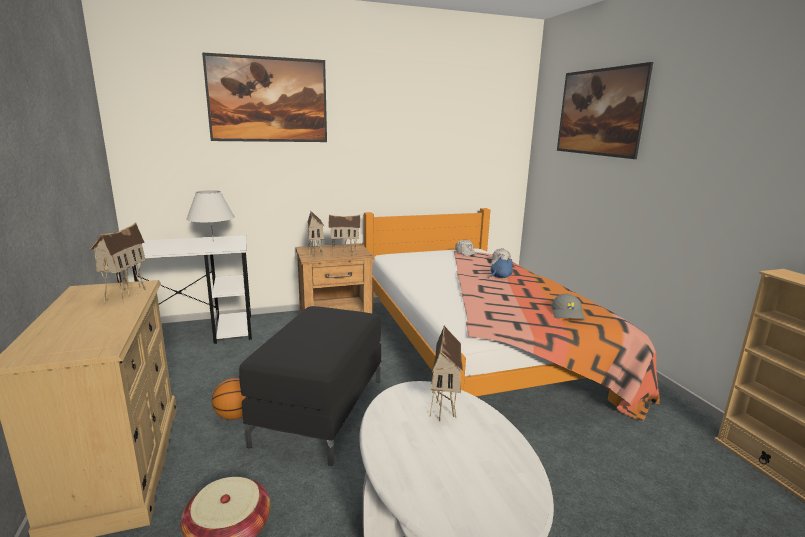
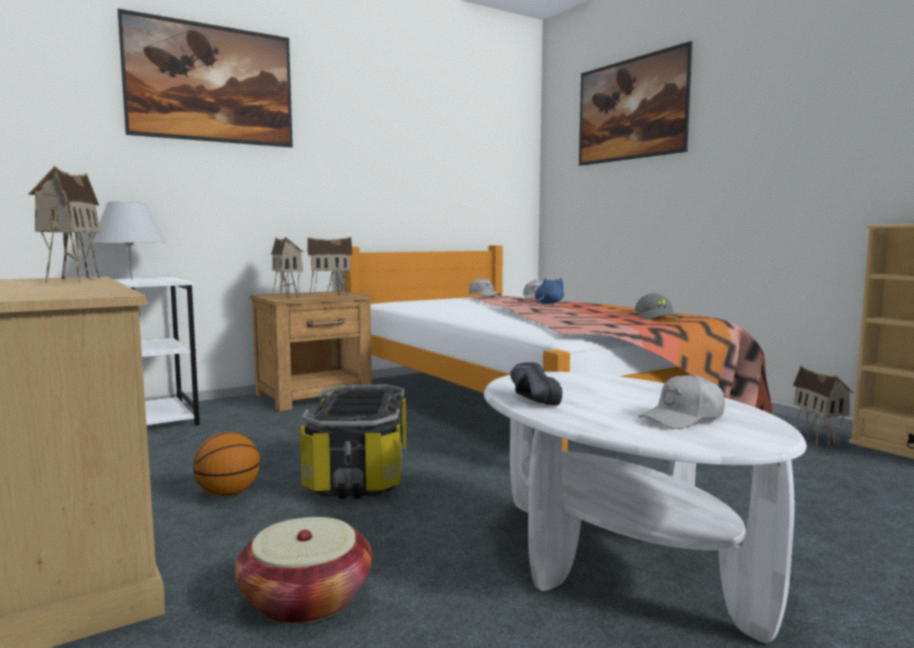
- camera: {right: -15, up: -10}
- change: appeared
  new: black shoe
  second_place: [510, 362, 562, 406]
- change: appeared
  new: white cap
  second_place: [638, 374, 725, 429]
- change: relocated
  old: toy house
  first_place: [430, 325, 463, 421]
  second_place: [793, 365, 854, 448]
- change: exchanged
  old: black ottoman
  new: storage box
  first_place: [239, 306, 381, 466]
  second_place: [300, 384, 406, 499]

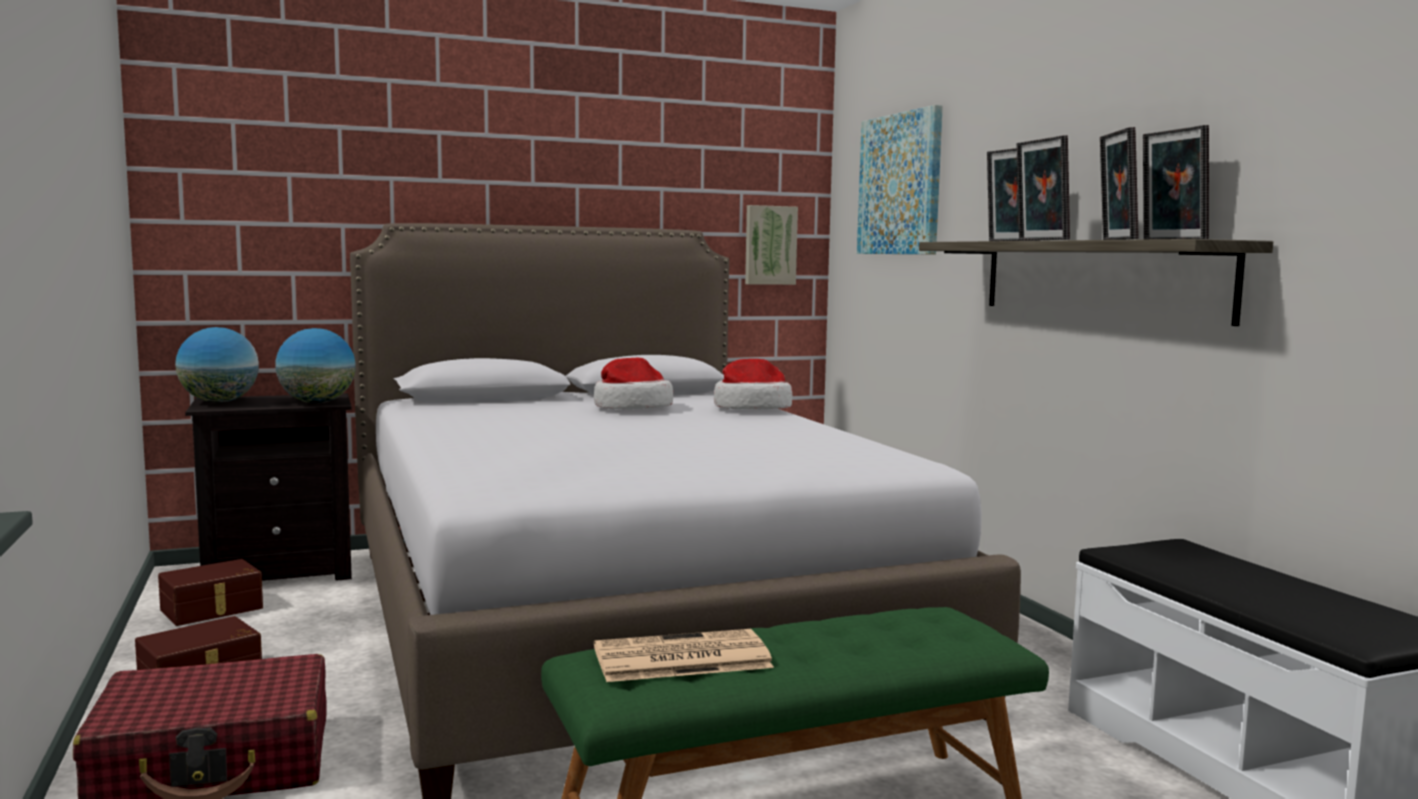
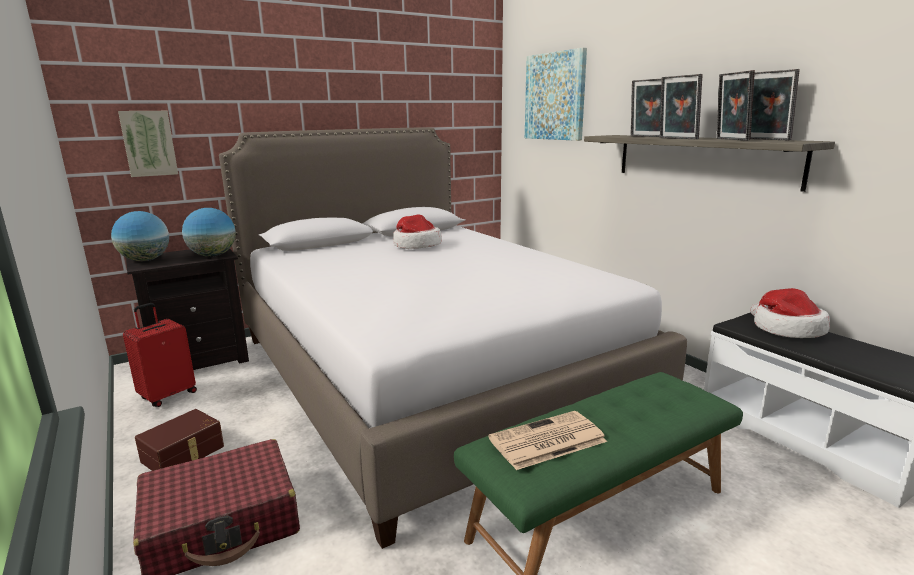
- camera: {right: -10, up: 10}
- change: relocated
  old: hat
  first_place: [714, 359, 792, 410]
  second_place: [750, 288, 830, 338]
- change: relocated
  old: picture
  first_place: [745, 205, 798, 285]
  second_place: [118, 111, 178, 177]
- change: exchanged
  old: brown storage box
  new: red suitcase
  first_place: [158, 559, 263, 626]
  second_place: [123, 303, 197, 407]

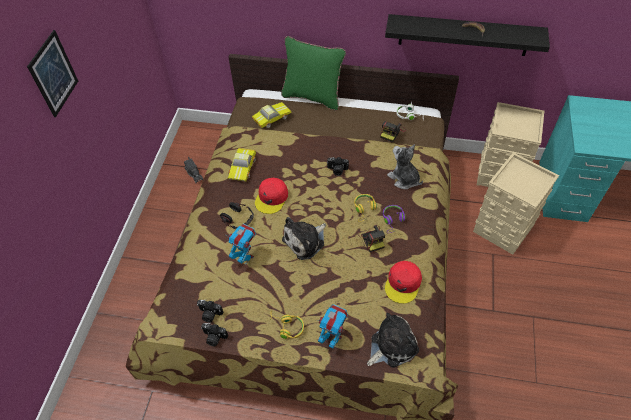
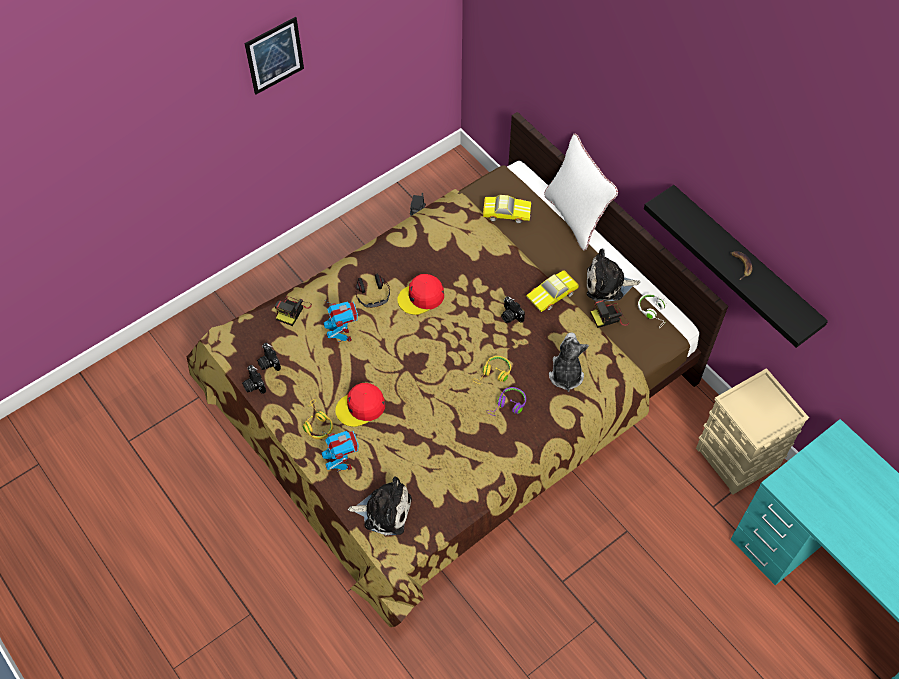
- camera: {right: 40, up: 5}
- change: missing
  old: beige storage box
  first_place: [473, 152, 559, 255]
- change: relocated
  old: toy car
  first_place: [228, 148, 256, 181]
  second_place: [526, 270, 579, 312]
- change: relocated
  old: plush toy
  first_place: [282, 217, 326, 260]
  second_place: [587, 248, 640, 301]
- change: relocated
  old: photo camera
  first_place: [358, 225, 385, 252]
  second_place: [275, 296, 312, 326]
- change: relocated
  old: red cap
  first_place: [385, 261, 422, 304]
  second_place: [335, 383, 385, 427]
- change: colour
  old: green pillow
  new: white pillow
  first_place: [281, 36, 346, 110]
  second_place: [544, 133, 618, 251]

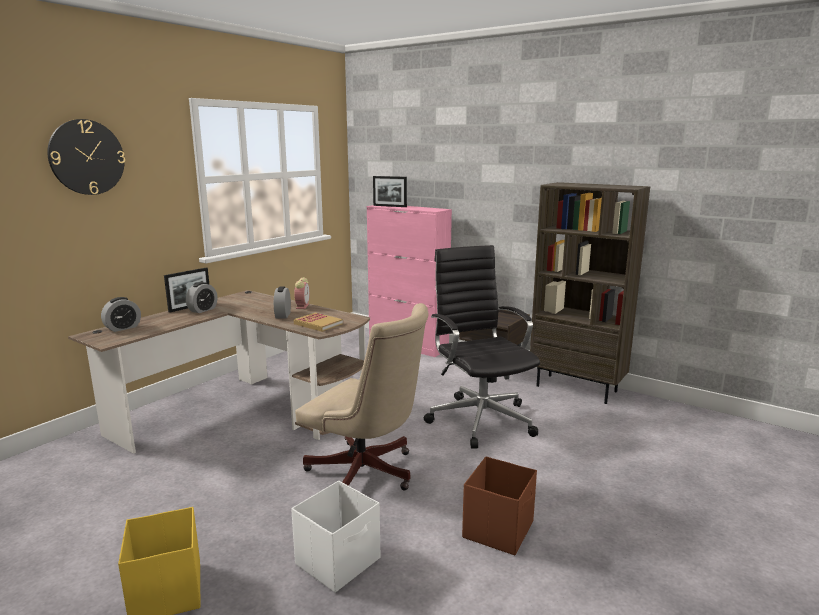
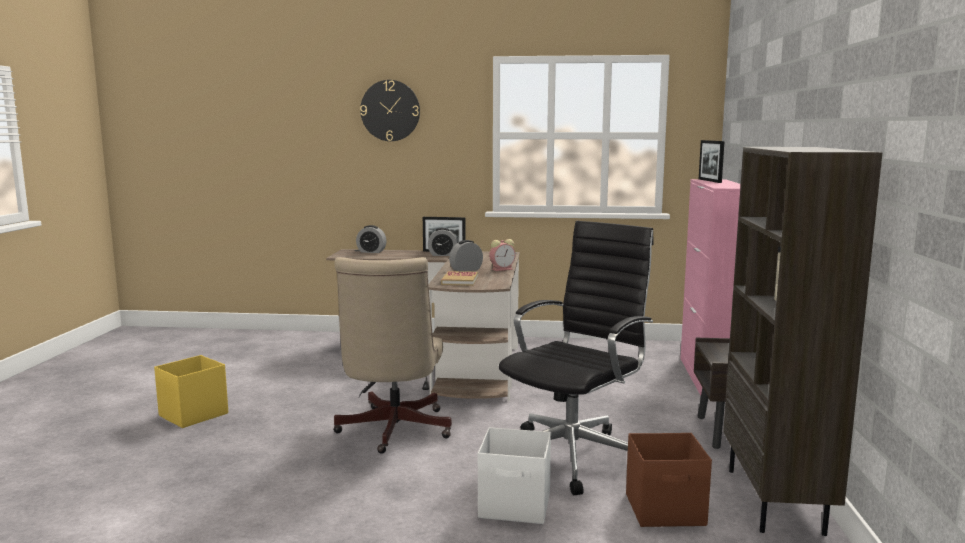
- camera: {right: 60, up: -5}
- change: relocated
  old: white storage box
  first_place: [291, 481, 380, 593]
  second_place: [478, 427, 551, 524]
- change: relocated
  old: brown storage box
  first_place: [462, 456, 537, 555]
  second_place: [626, 433, 712, 527]

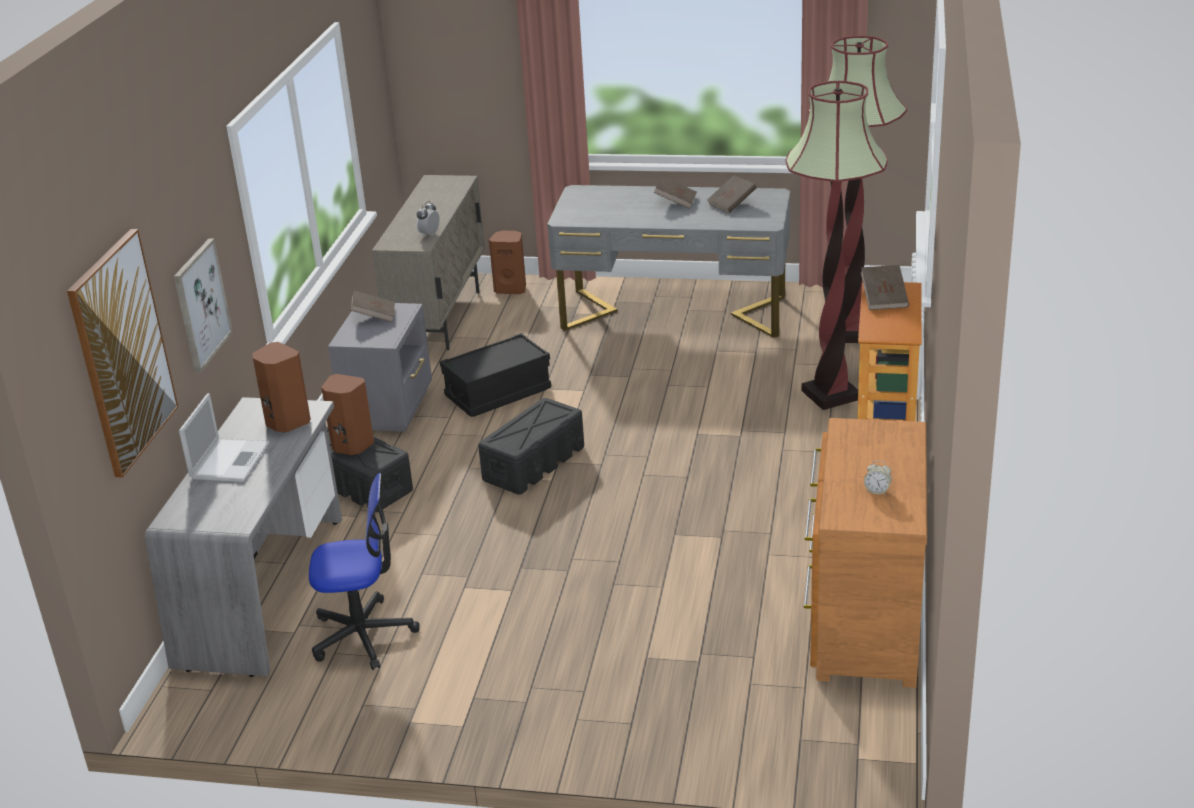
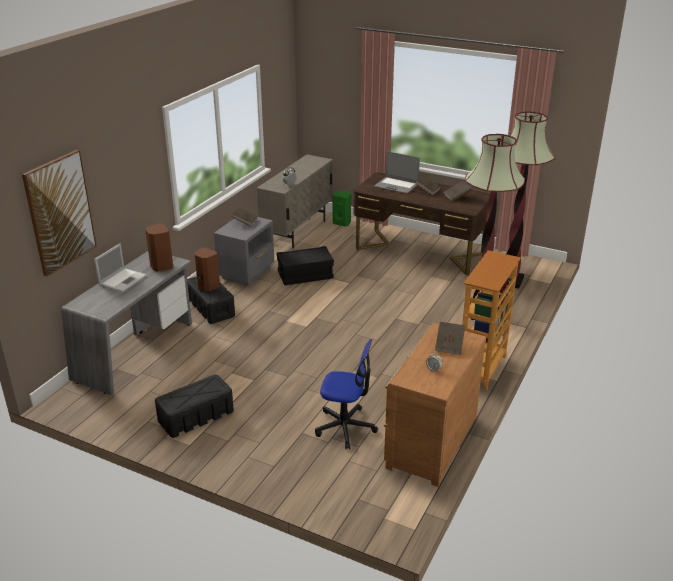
- camera: {right: 15, up: 0}
- change: missing
  old: picture
  first_place: [174, 238, 233, 373]
- change: appeared
  new: laptop
  second_place: [374, 152, 420, 193]
- change: relocated
  old: office chair
  first_place: [309, 473, 420, 670]
  second_place: [315, 339, 378, 449]
- change: relocated
  old: black storage box
  first_place: [478, 398, 584, 494]
  second_place: [155, 374, 234, 438]
- change: relocated
  old: brown book
  first_place: [861, 265, 909, 310]
  second_place: [435, 322, 465, 354]
- change: colour
  old: brown speaker
  new: green speaker
  first_place: [489, 231, 526, 294]
  second_place: [333, 191, 351, 226]
- change: colour
  old: grey desk
  new: brown desk
  first_place: [547, 185, 790, 338]
  second_place: [353, 172, 490, 275]

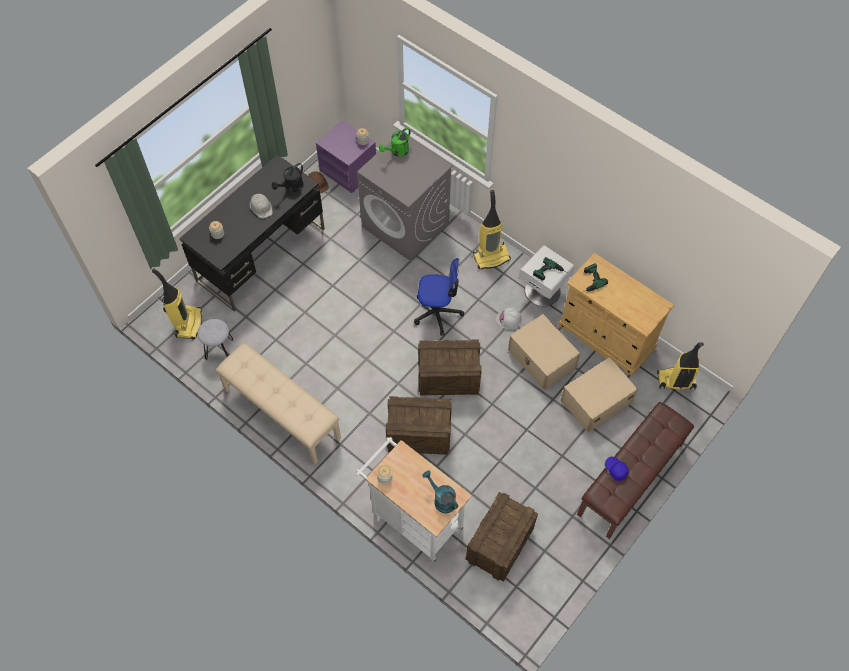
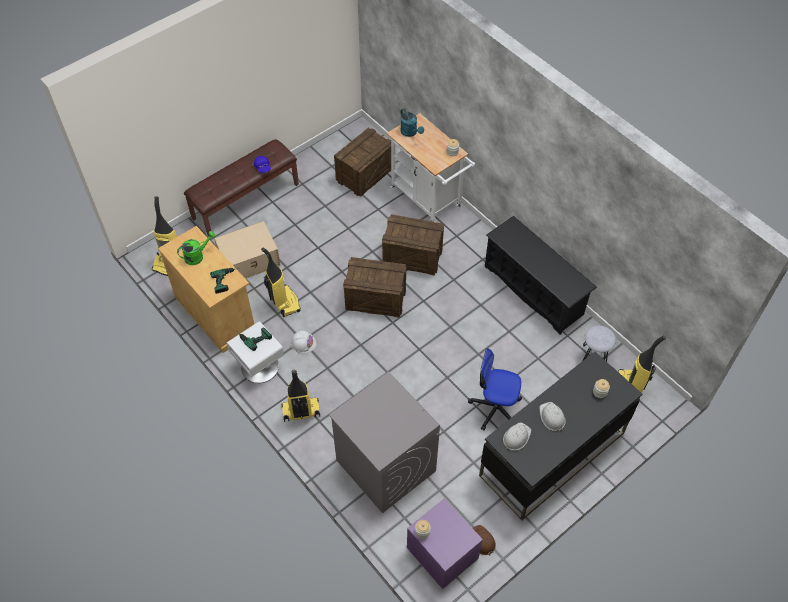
- camera: {right: -170, up: -5}
- change: relocated
  old: green watering can
  first_place: [379, 128, 411, 157]
  second_place: [177, 231, 215, 265]
- change: relocated
  old: office chair
  first_place: [414, 258, 464, 336]
  second_place: [468, 348, 522, 431]
- change: exchanged
  old: beige bench
  new: black shoe rack
  first_place: [215, 343, 341, 464]
  second_place: [485, 216, 597, 335]
- change: exchanged
  old: black watering can
  new: white hard hat
  first_place: [272, 163, 303, 192]
  second_place: [503, 422, 531, 451]
- change: exchanged
  old: beige storage box
  new: vacuum cleaner
  first_place: [508, 314, 580, 390]
  second_place: [261, 247, 301, 317]

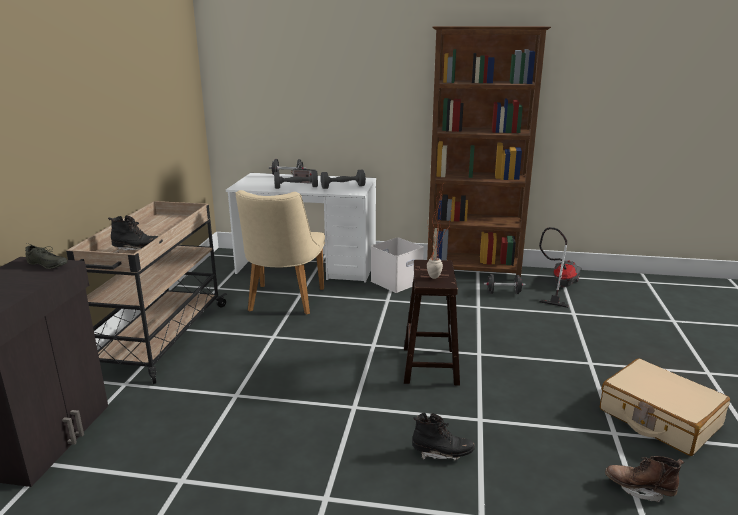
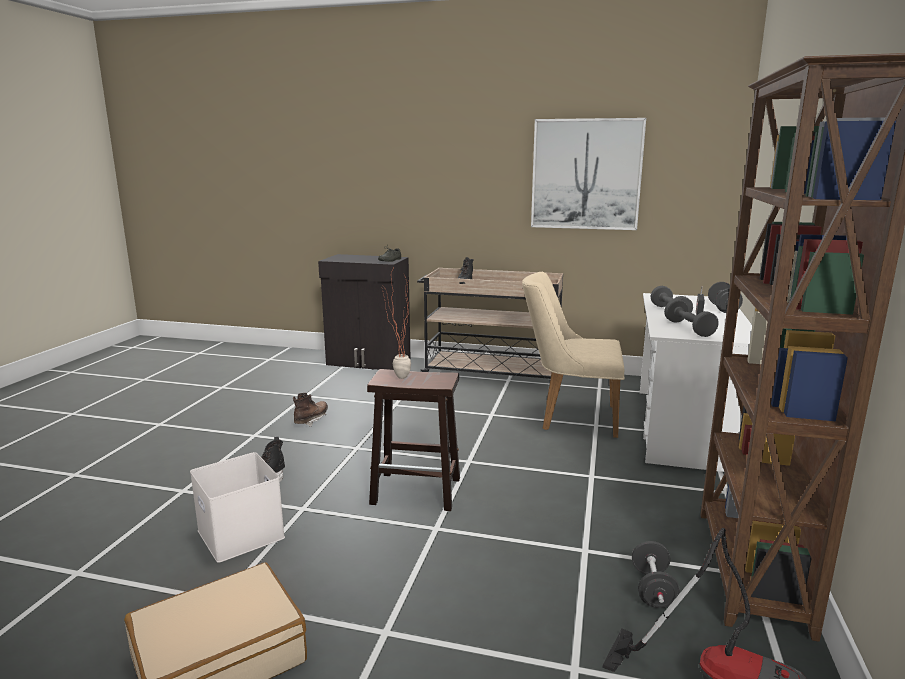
- camera: {right: 95, up: -5}
- change: appeared
  new: picture
  second_place: [531, 118, 646, 230]
- change: relocated
  old: white storage box
  first_place: [371, 237, 424, 293]
  second_place: [190, 452, 285, 563]
- change: relocated
  old: brown boot
  first_place: [605, 456, 684, 502]
  second_place: [293, 393, 328, 427]

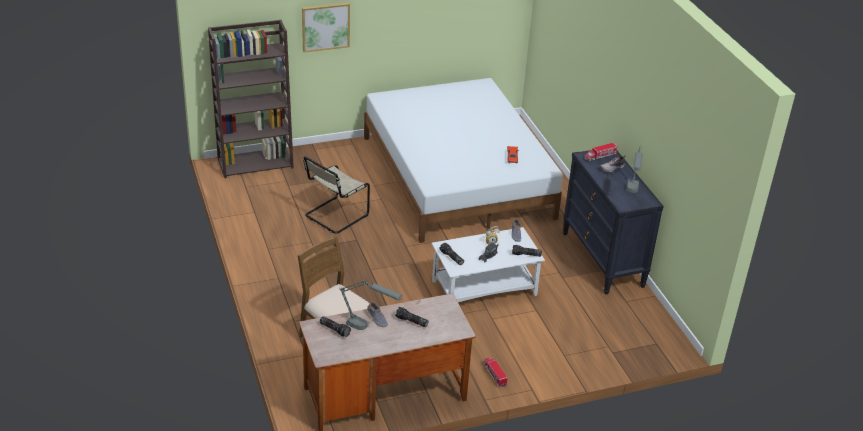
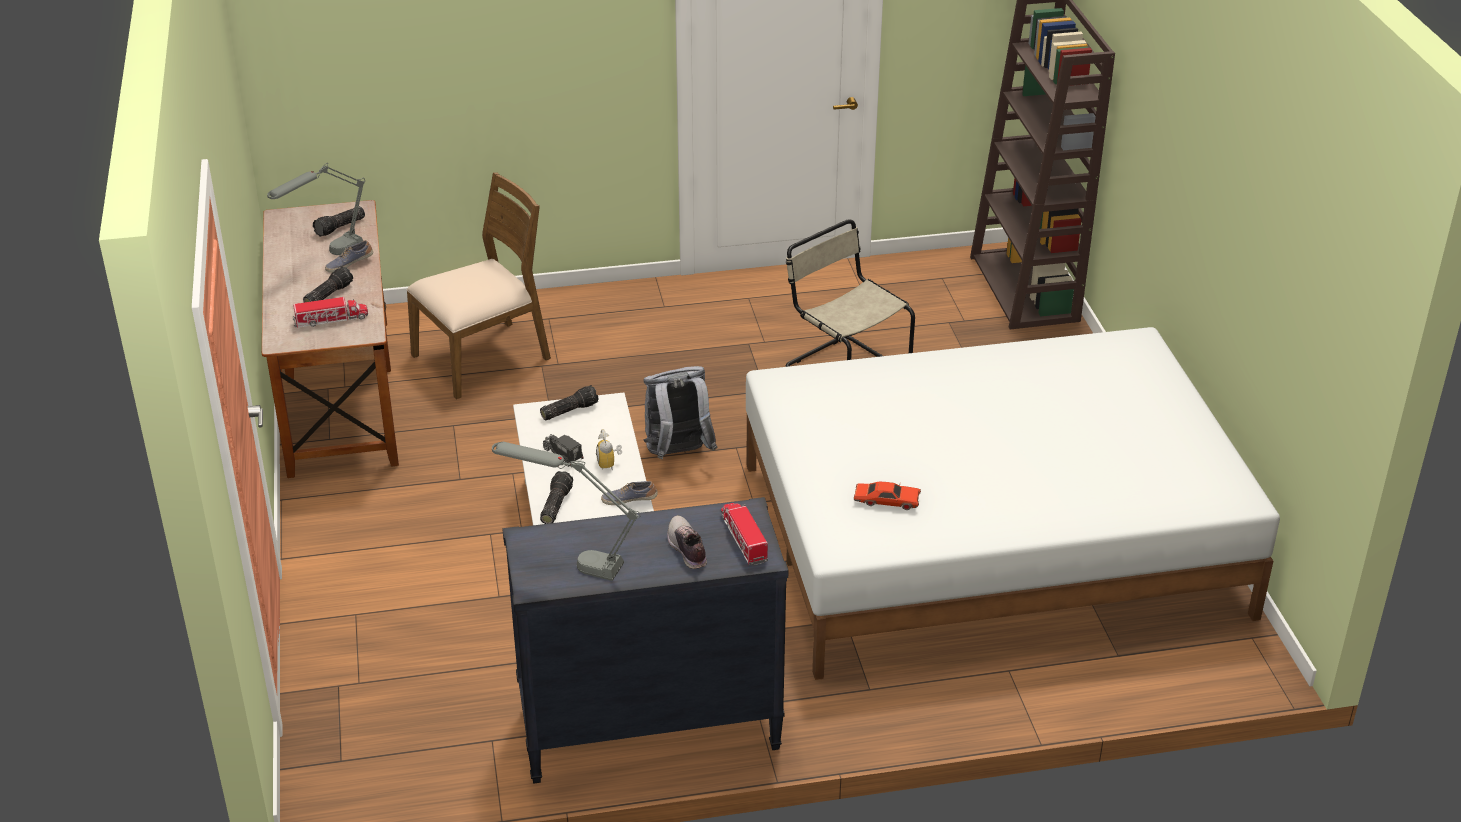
- camera: {right: 100, up: 0}
- change: missing
  old: picture
  first_place: [302, 3, 350, 53]
- change: appeared
  new: grey backpack
  second_place: [644, 366, 717, 459]
- change: relocated
  old: toy truck
  first_place: [483, 358, 508, 387]
  second_place: [293, 297, 368, 328]

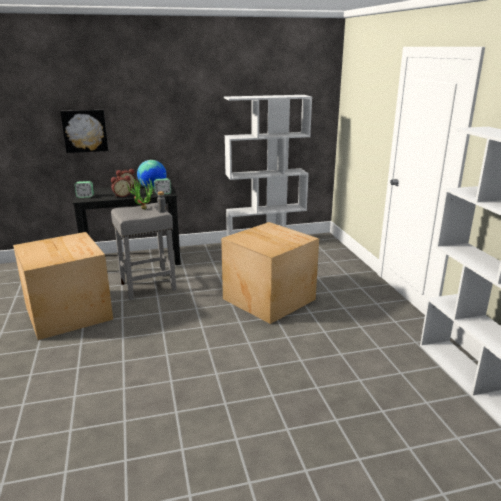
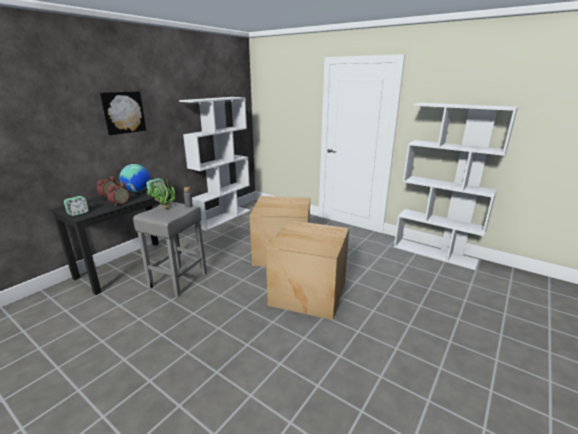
- camera: {right: -40, up: 0}
- change: relocated
  old: cardboard box
  first_place: [13, 232, 113, 340]
  second_place: [266, 220, 349, 320]
- change: relocated
  old: picture
  first_place: [60, 110, 108, 153]
  second_place: [100, 91, 146, 135]

